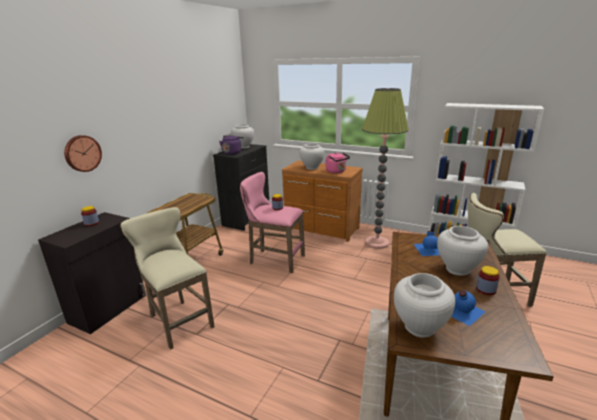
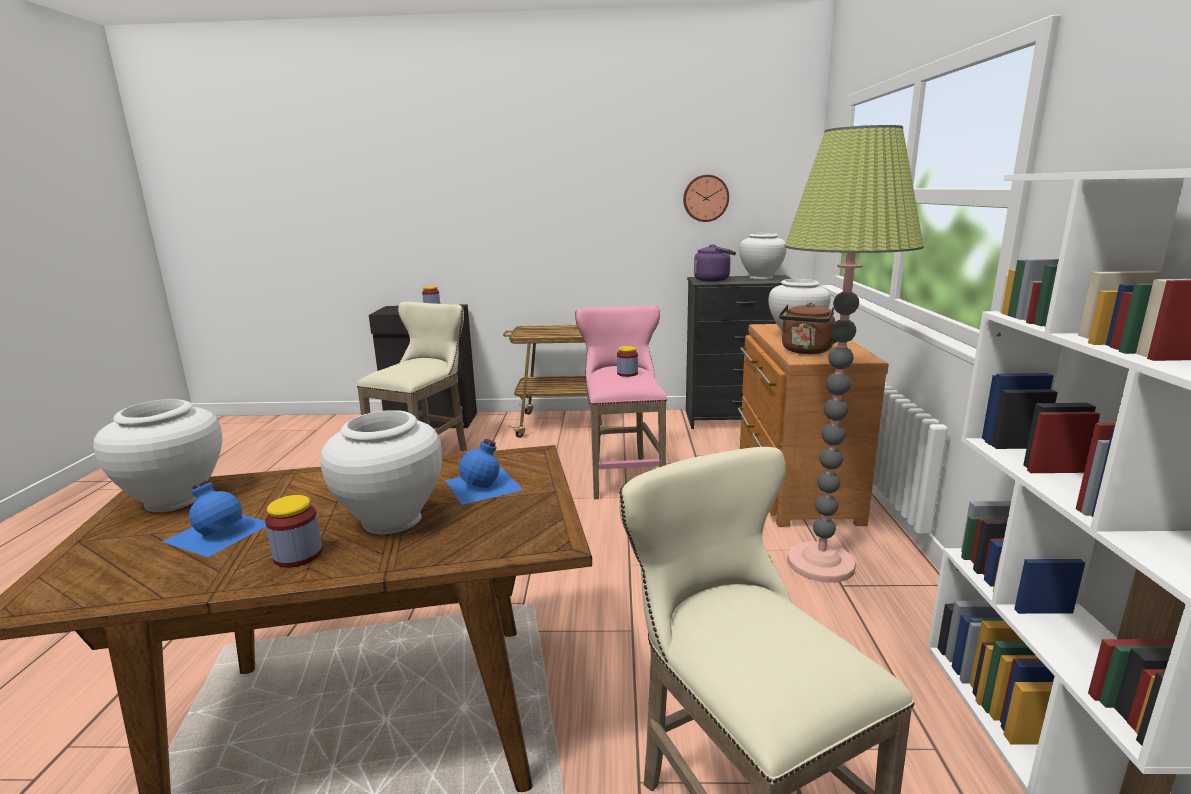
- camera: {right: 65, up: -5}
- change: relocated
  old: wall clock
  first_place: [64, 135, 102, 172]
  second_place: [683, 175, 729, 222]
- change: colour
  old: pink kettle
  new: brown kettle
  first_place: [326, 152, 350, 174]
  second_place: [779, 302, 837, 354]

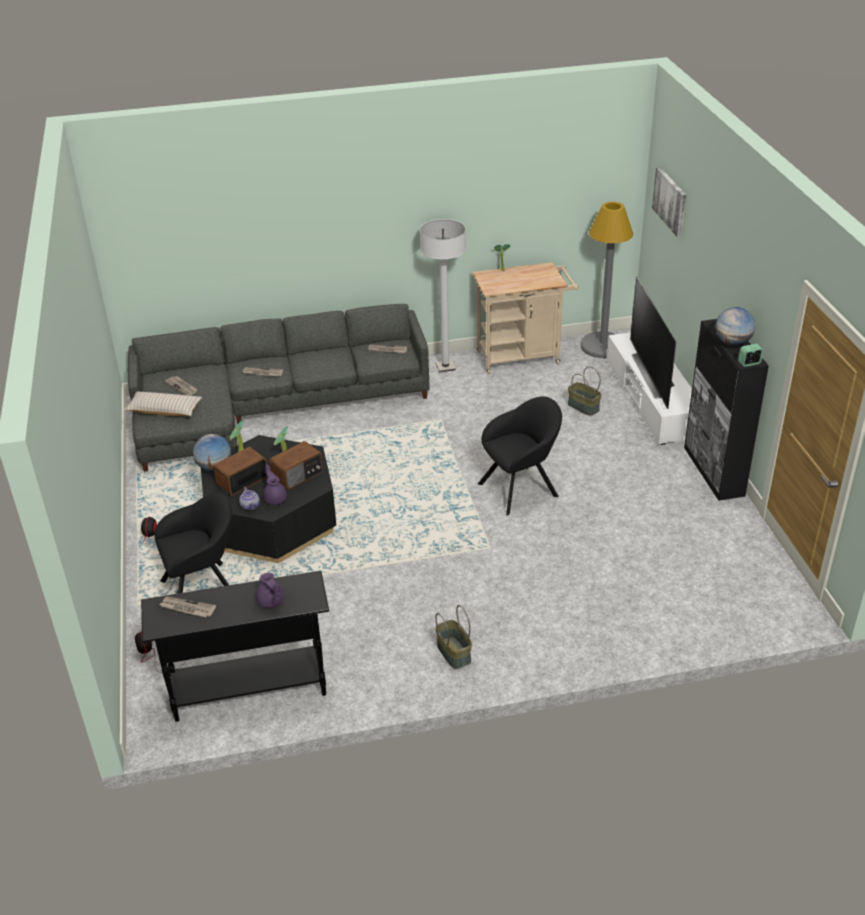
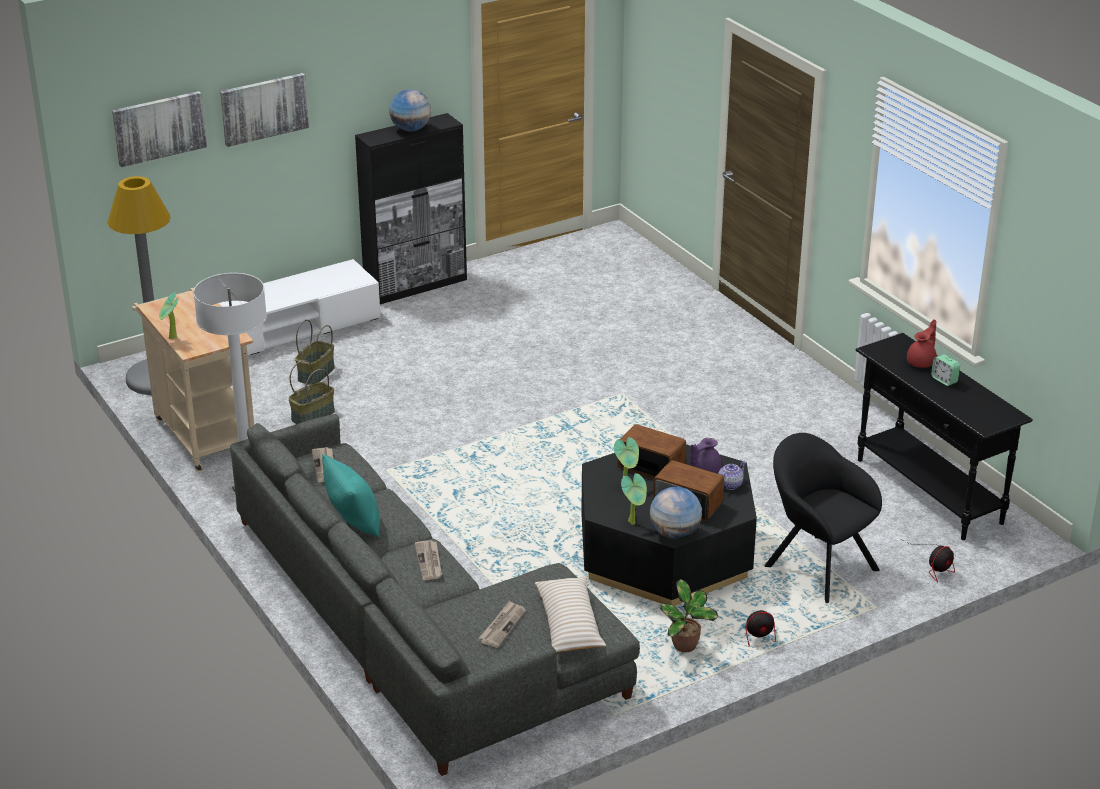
- camera: {right: -110, up: -5}
- change: missing
  old: newspaper
  first_place: [160, 597, 216, 617]
- change: missing
  old: black armchair
  first_place: [478, 396, 562, 516]
- change: missing
  old: television
  first_place: [630, 276, 676, 409]
- change: appeared
  new: picture
  second_place: [220, 73, 309, 147]
- change: appeared
  new: turquoise pillow
  second_place: [322, 454, 380, 537]
- change: appeared
  new: potted plant
  second_place: [660, 579, 718, 652]
- change: relocated
  old: basket
  first_place: [435, 605, 472, 669]
  second_place: [288, 360, 335, 424]
- change: relocated
  old: alarm clock
  first_place: [738, 344, 764, 367]
  second_place: [931, 354, 960, 386]
- change: colour
  old: purple teapot
  new: red teapot
  first_place: [256, 573, 284, 608]
  second_place: [907, 319, 937, 368]

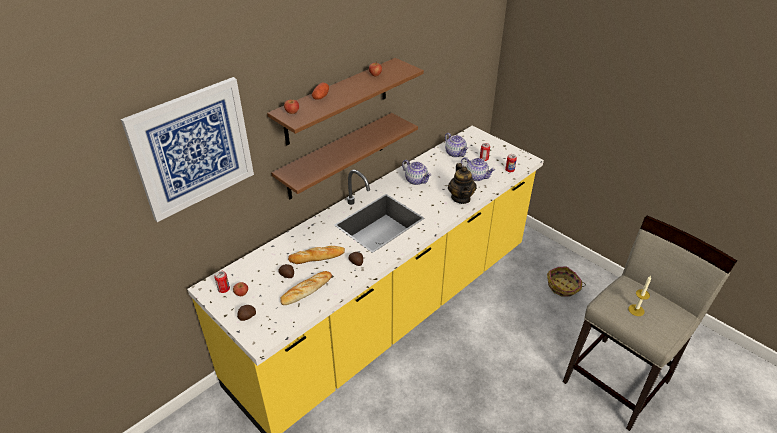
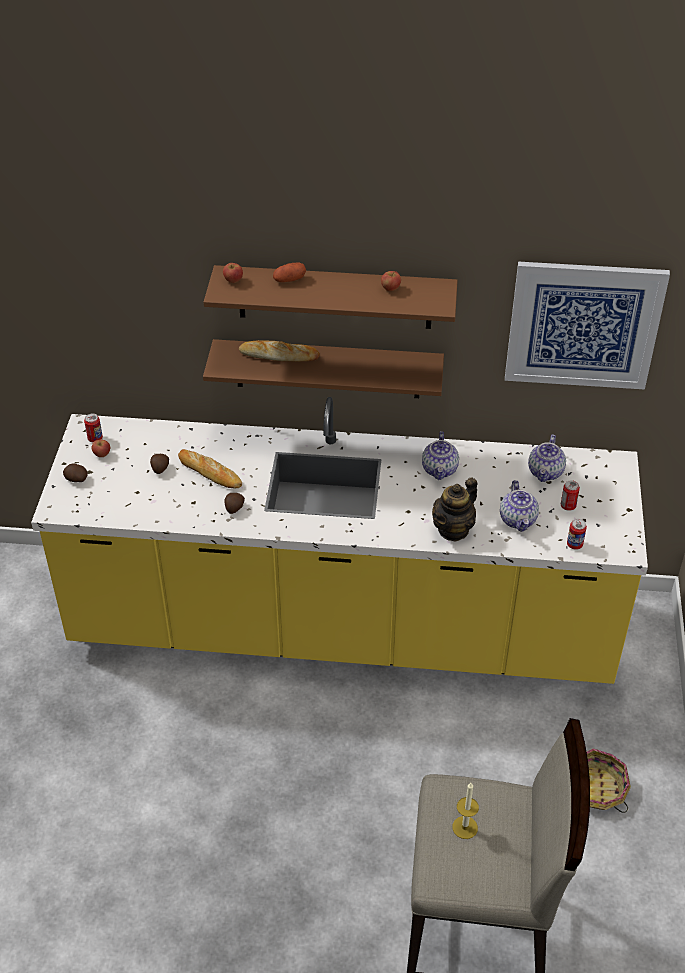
- camera: {right: 50, up: 5}
- change: relocated
  old: picture
  first_place: [121, 77, 254, 222]
  second_place: [505, 262, 670, 390]
- change: relocated
  old: bread
  first_place: [280, 271, 332, 305]
  second_place: [239, 340, 320, 362]

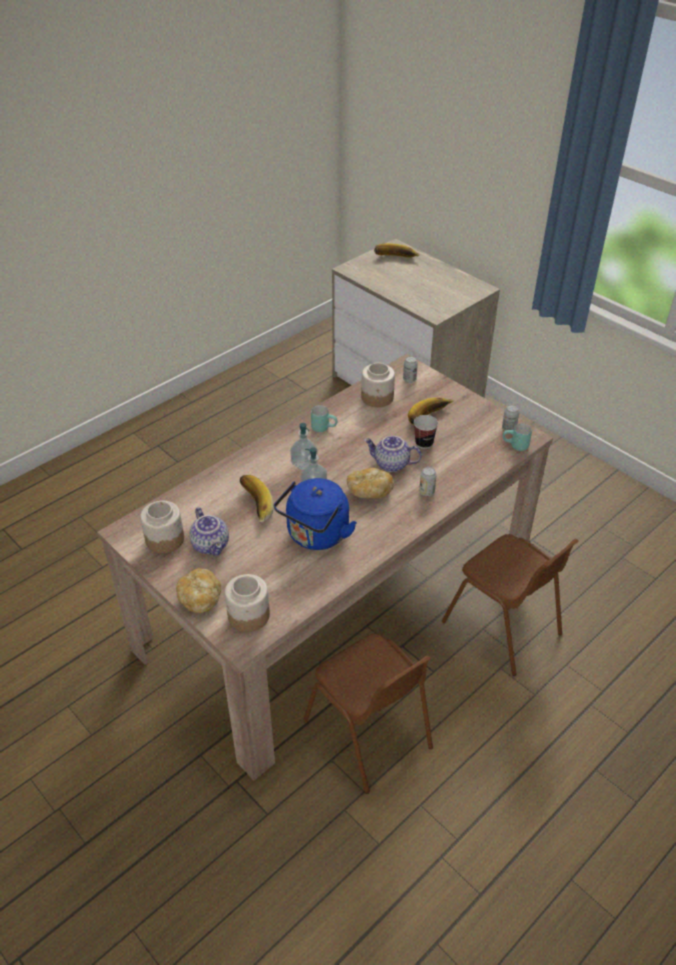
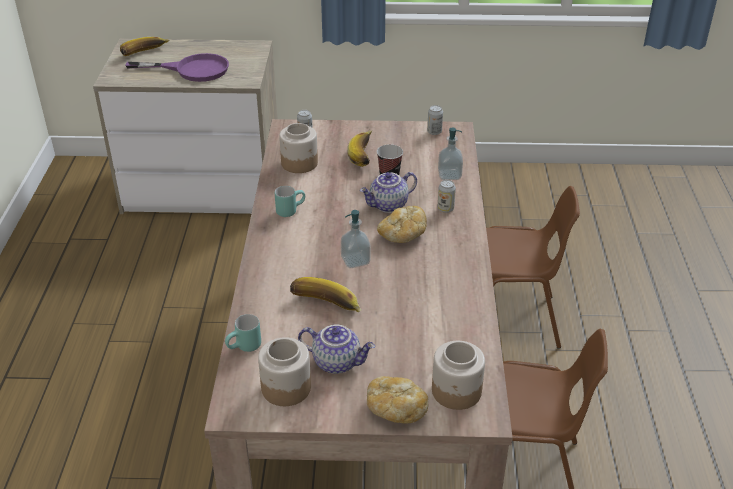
- camera: {right: -45, up: -5}
- change: missing
  old: blue kettle
  first_place: [274, 478, 357, 550]
- change: appeared
  new: purple frying pan
  second_place: [125, 53, 229, 82]
- change: relocated
  old: soap dispenser
  first_place: [290, 423, 317, 471]
  second_place: [438, 127, 463, 180]
- change: relocated
  old: turquoise mug
  first_place: [503, 423, 532, 451]
  second_place: [225, 314, 261, 352]

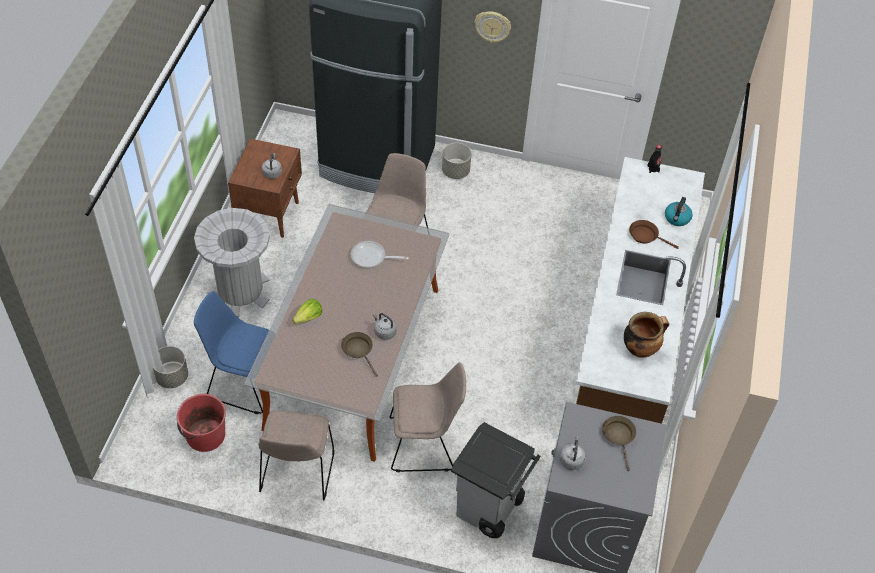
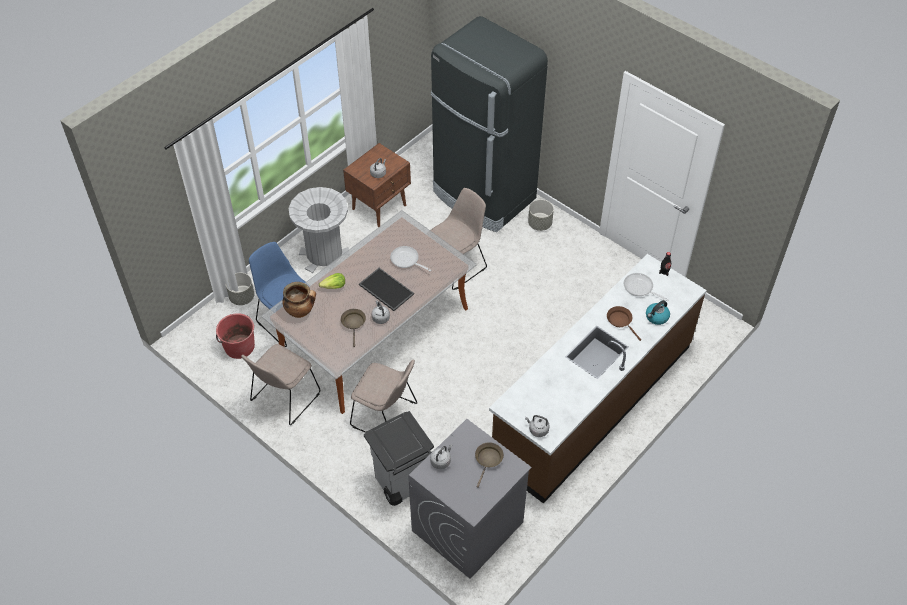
- camera: {right: 30, up: 0}
- change: missing
  old: wall clock
  first_place: [475, 12, 511, 43]
- change: appeared
  new: tray
  second_place: [359, 268, 414, 311]
- change: appeared
  new: grey kettle
  second_place: [525, 415, 550, 437]
- change: appeared
  new: frying pan
  second_place: [624, 273, 669, 301]
- change: relocated
  old: cooking pot
  first_place: [624, 312, 669, 358]
  second_place: [283, 282, 316, 318]

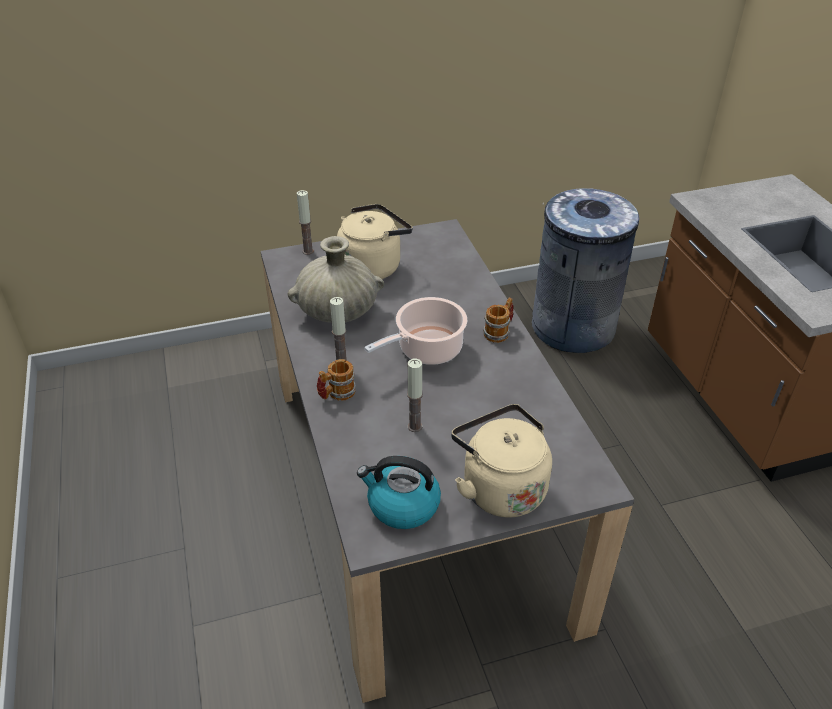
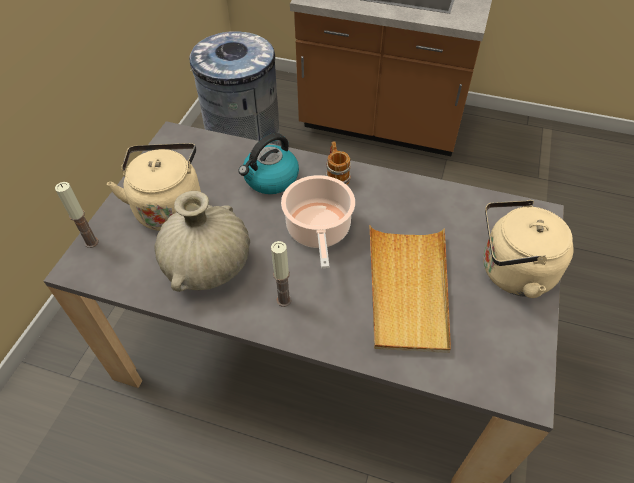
- camera: {right: -55, up: 10}
- change: missing
  old: mug
  first_place: [317, 359, 356, 401]
- change: relocated
  old: kettle
  first_place: [357, 456, 441, 529]
  second_place: [238, 133, 299, 194]
- change: exchanged
  old: candle
  new: beige tray
  first_place: [407, 359, 423, 432]
  second_place: [370, 225, 451, 353]

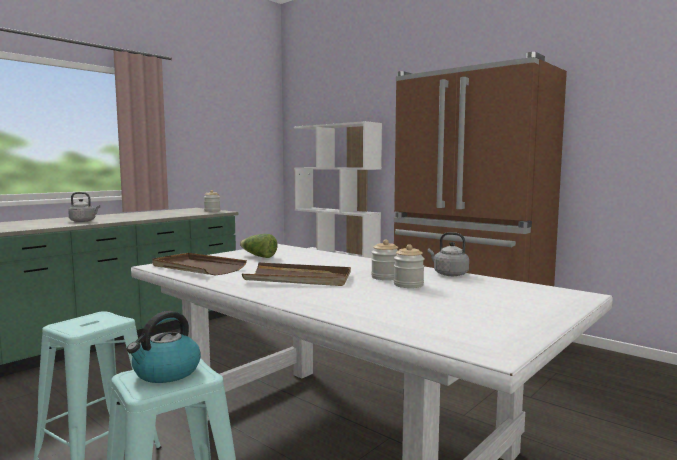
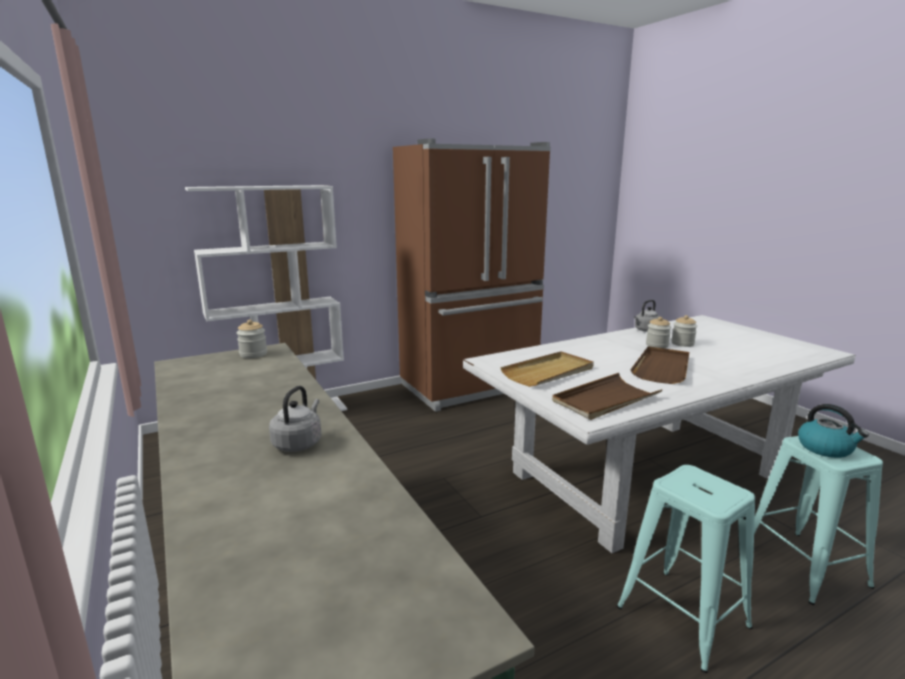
- camera: {right: -70, up: 10}
- change: exchanged
  old: lettuce
  new: beige tray
  first_place: [240, 234, 277, 258]
  second_place: [500, 351, 594, 387]

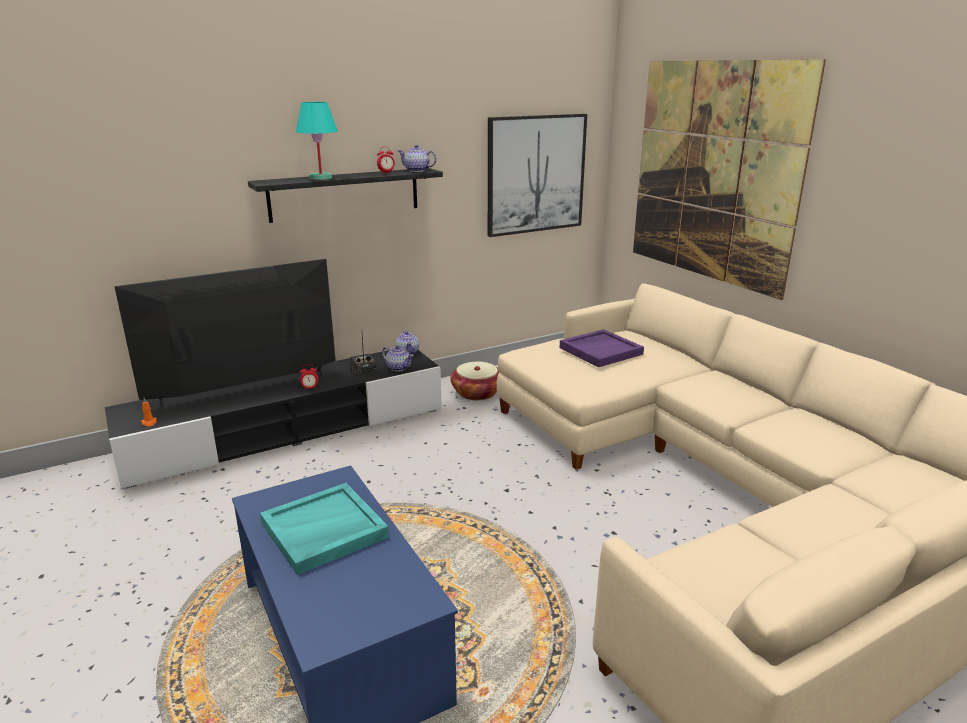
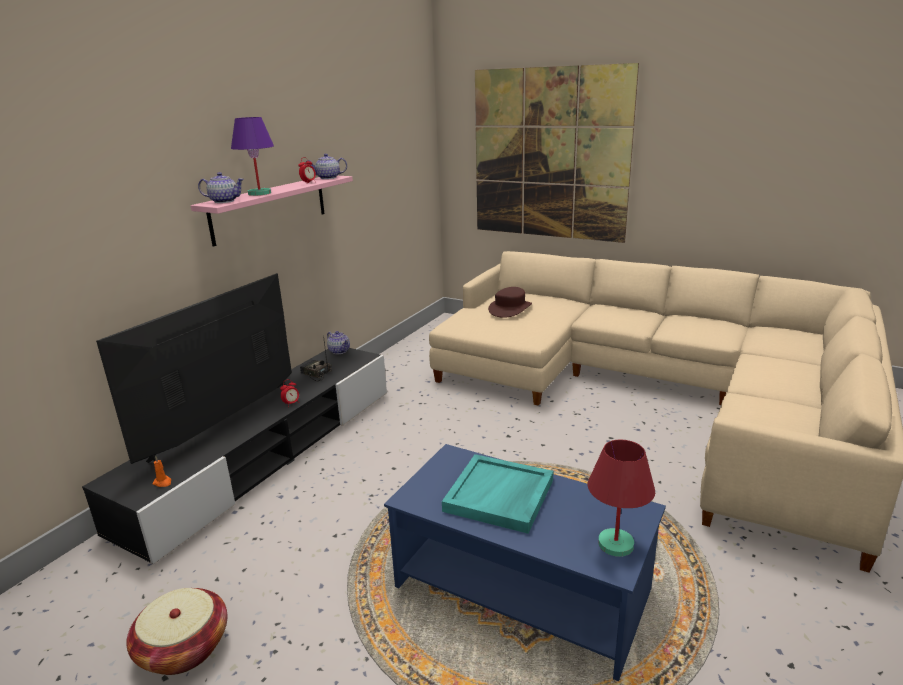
- camera: {right: -30, up: 0}
- change: missing
  old: picture
  first_place: [488, 114, 587, 237]
- change: appeared
  new: red table lamp
  second_place: [588, 440, 655, 557]
- change: relocated
  old: teapot
  first_place: [382, 345, 414, 371]
  second_place: [198, 172, 244, 203]
- change: relocated
  old: basket
  first_place: [450, 361, 500, 400]
  second_place: [126, 588, 227, 675]
- change: exchanged
  old: purple tray
  new: brown hat
  first_place: [560, 329, 644, 367]
  second_place: [488, 287, 532, 318]
- change: colour
  old: black shelf
  new: pink shelf
  first_place: [248, 168, 443, 223]
  second_place: [191, 176, 353, 247]
- change: colour
  old: turquoise table lamp
  new: purple table lamp
  first_place: [296, 102, 338, 180]
  second_place: [231, 117, 274, 196]

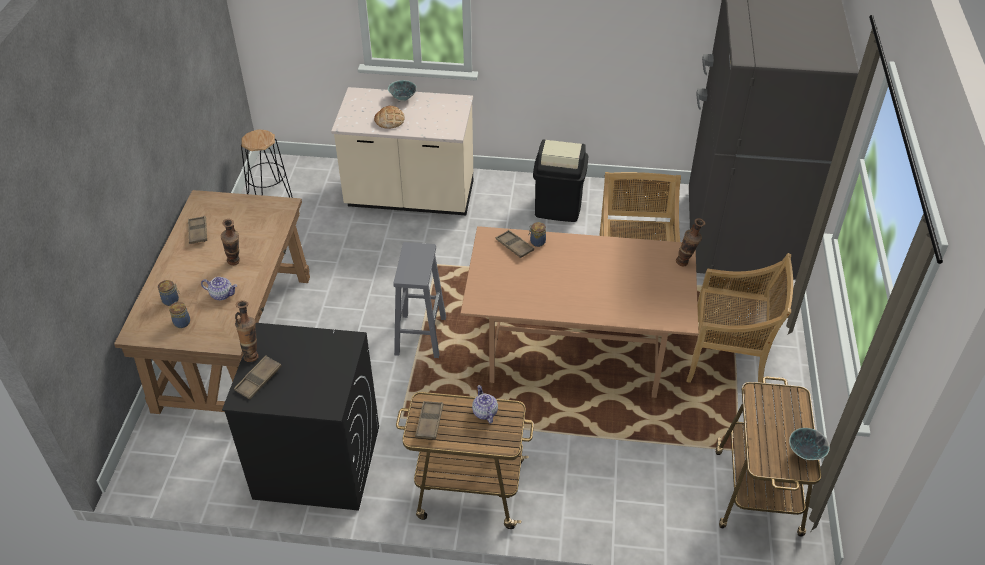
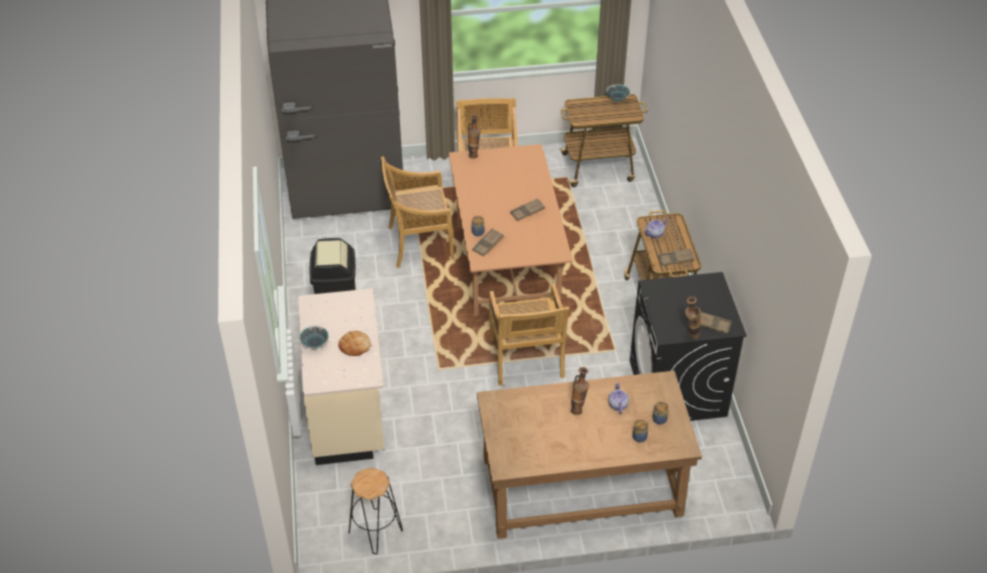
- camera: {right: -105, up: 0}
- change: relocated
  old: brown tray
  first_place: [188, 216, 207, 244]
  second_place: [510, 198, 545, 221]
- change: exchanged
  old: grey stool
  new: beige chair
  first_place: [393, 242, 446, 358]
  second_place: [489, 284, 569, 386]

